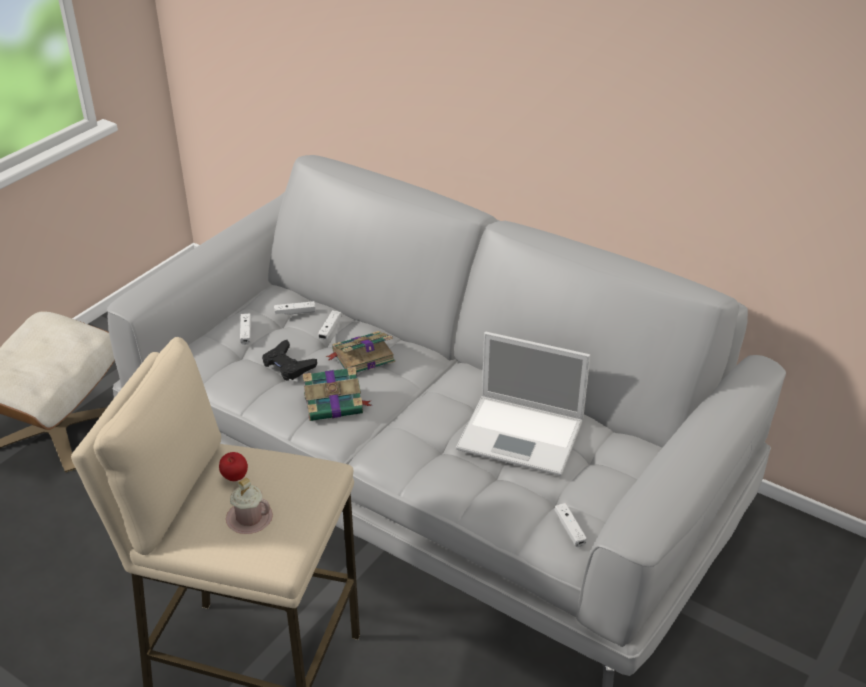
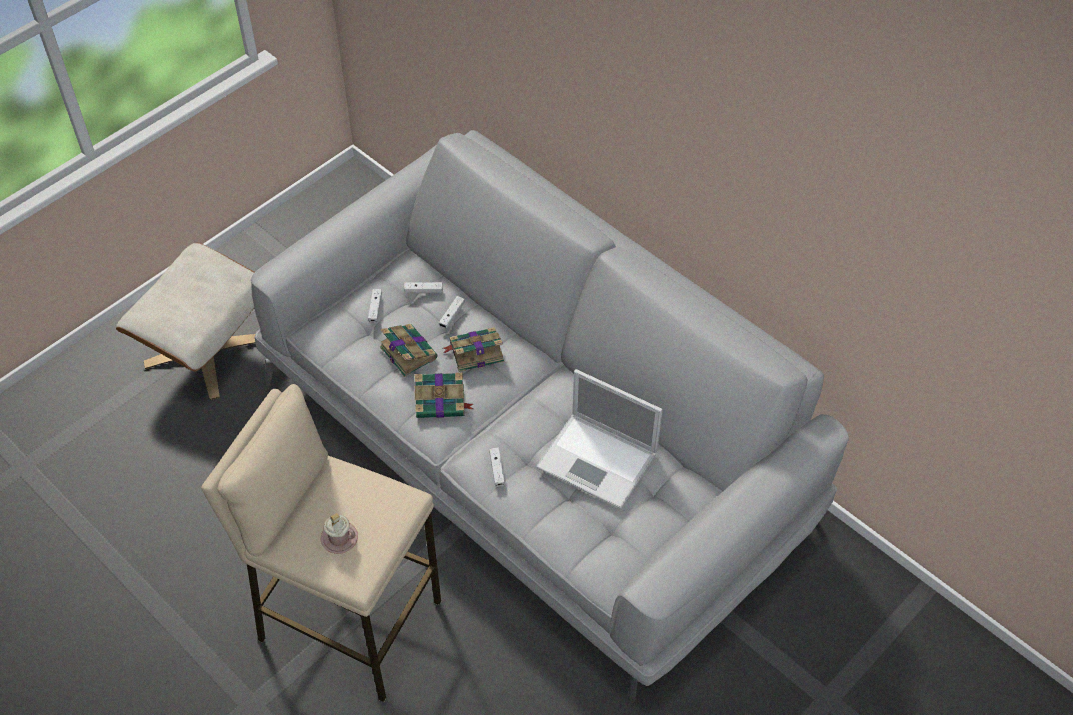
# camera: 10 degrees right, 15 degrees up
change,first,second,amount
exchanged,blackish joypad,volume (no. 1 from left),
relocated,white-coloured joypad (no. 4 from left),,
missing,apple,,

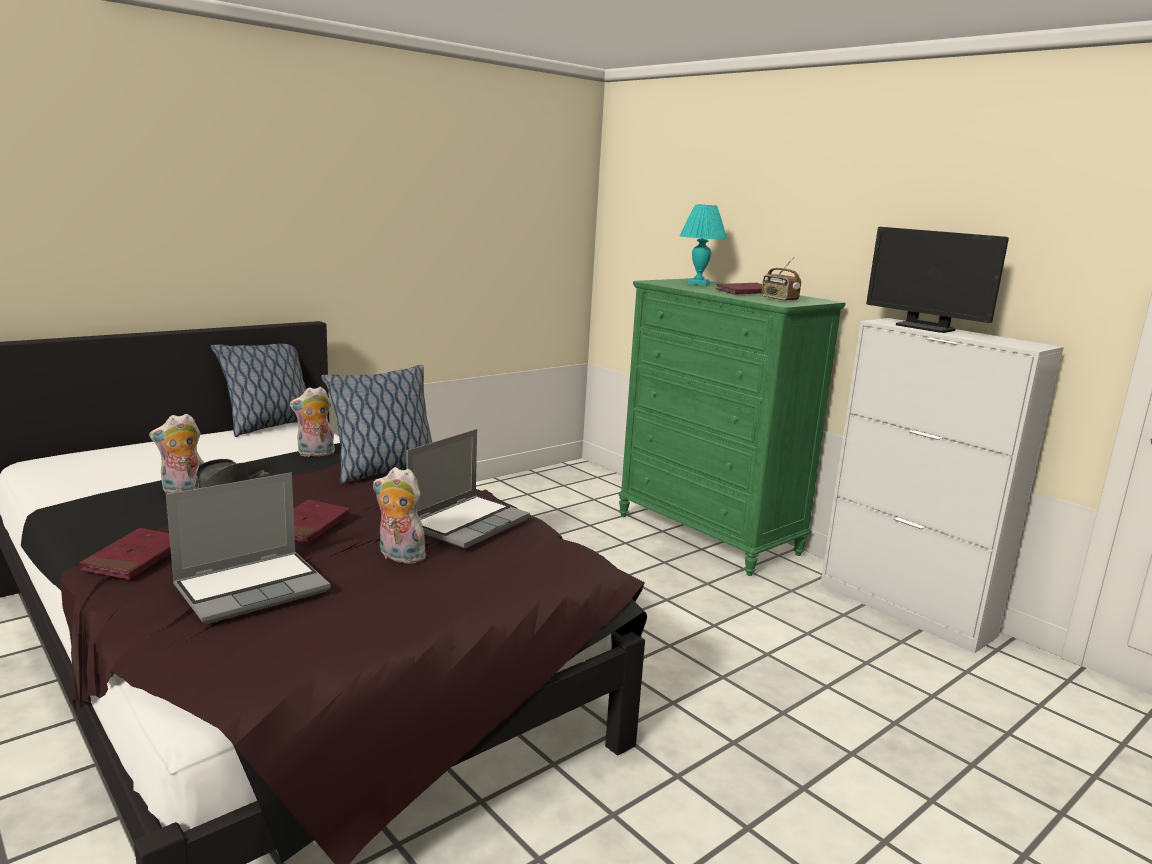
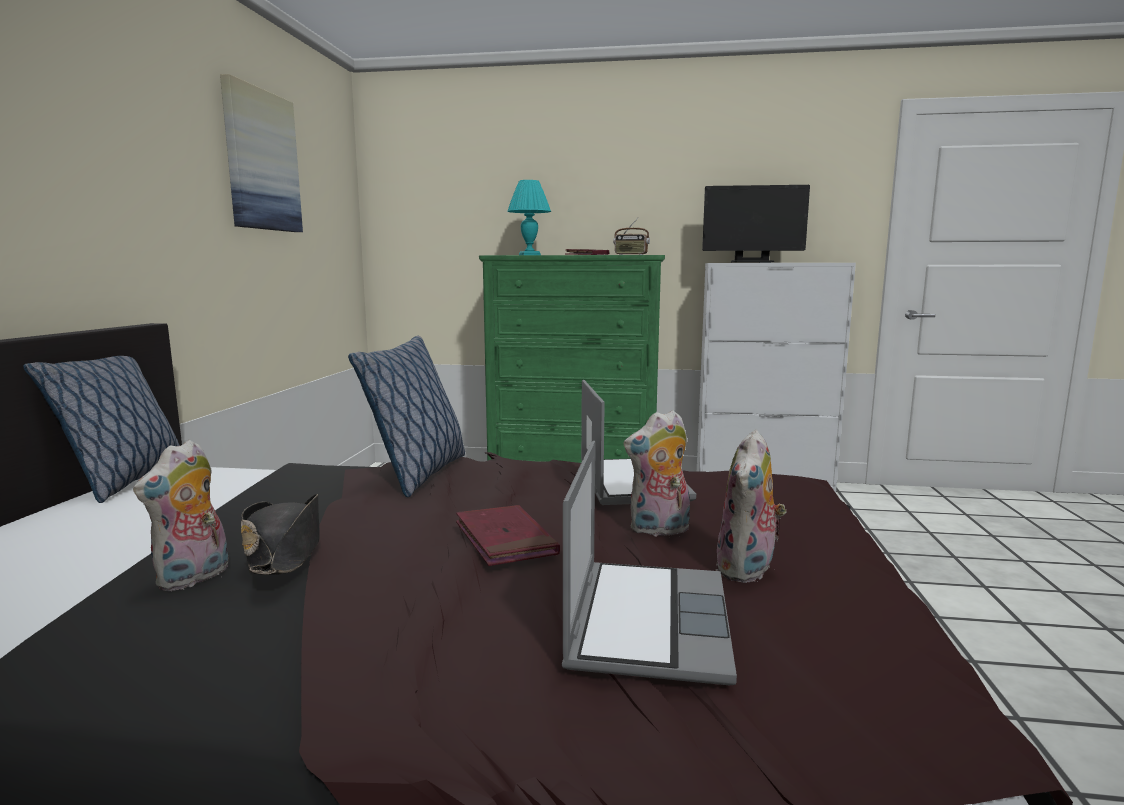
# camera: 40 degrees left, 5 degrees down
change,first,second,amount
appeared,,wall art,
relocated,cuddly toy (no. 2 from left in the first image),cuddly toy (no. 3 from left),
missing,red-coloured volume (no. 1 from left),,

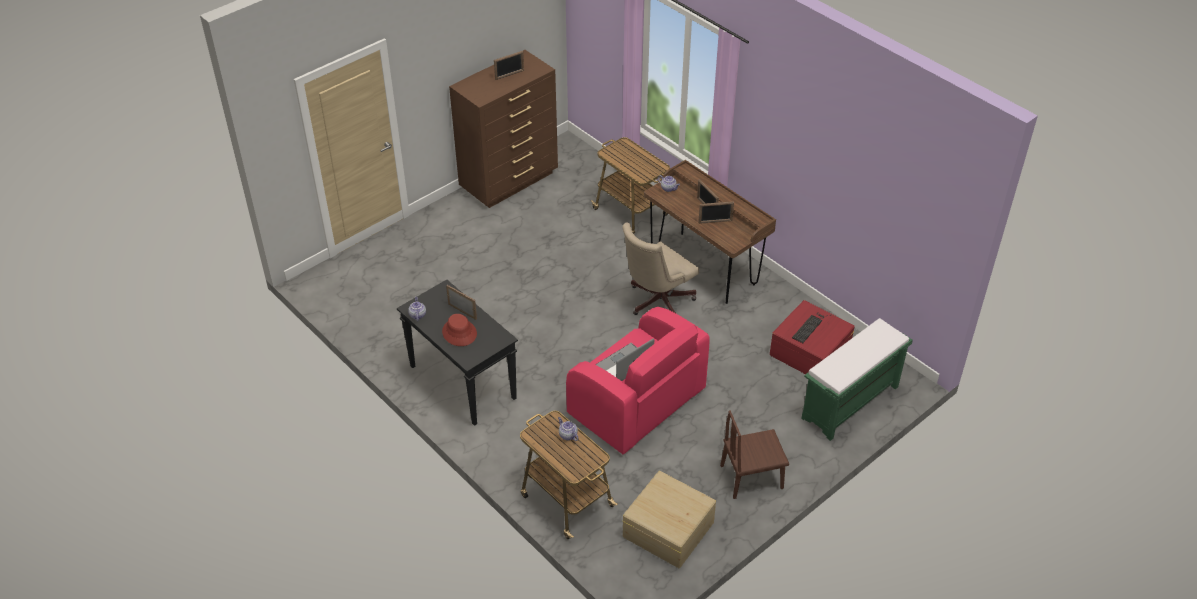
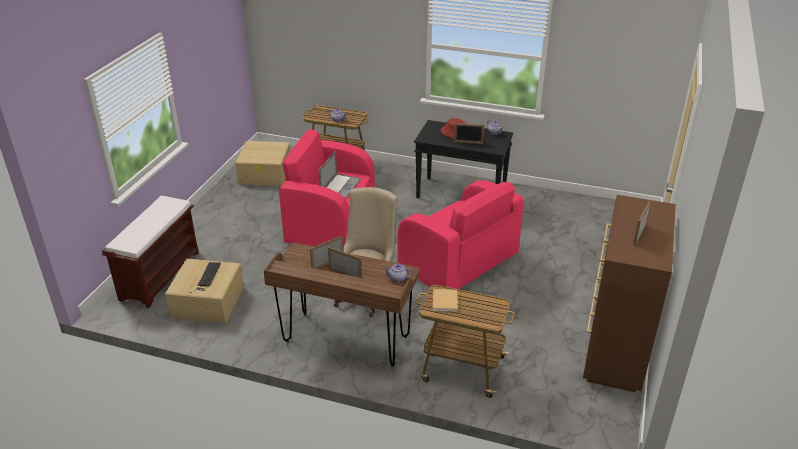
# camera: 150 degrees right, 10 degrees down
change,first,second,amount
colour,greenish indoor bench,brown indoor bench,
colour,red-coloured storage box,sand-coloured storage box (no. 1 from left),
appeared,,pink-coloured armchair (no. 2 from left),
appeared,,sand-coloured volume,
missing,brown upright chair,,

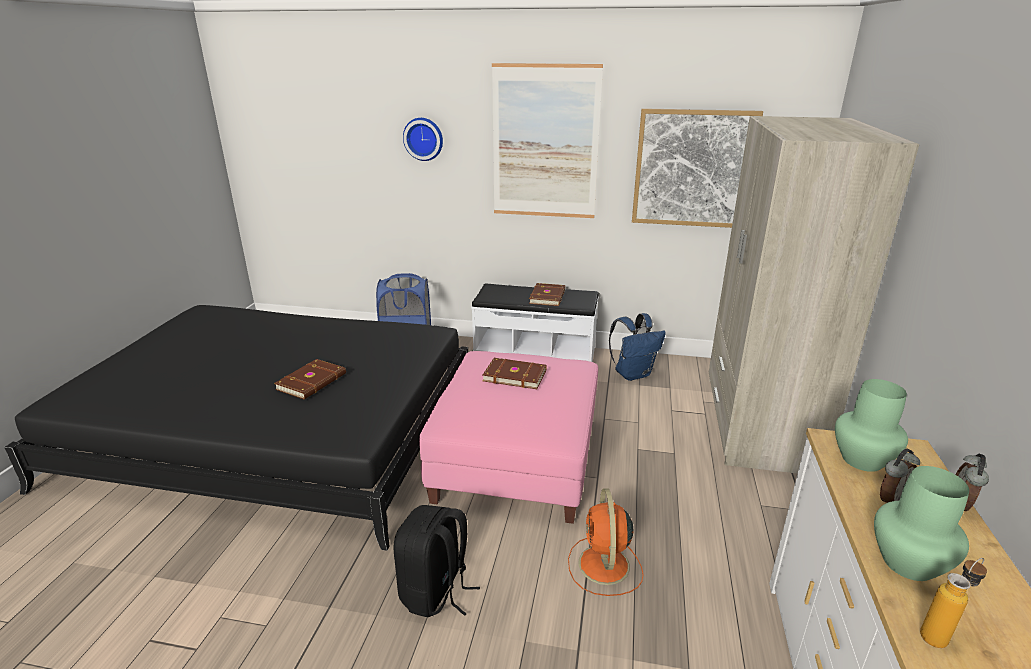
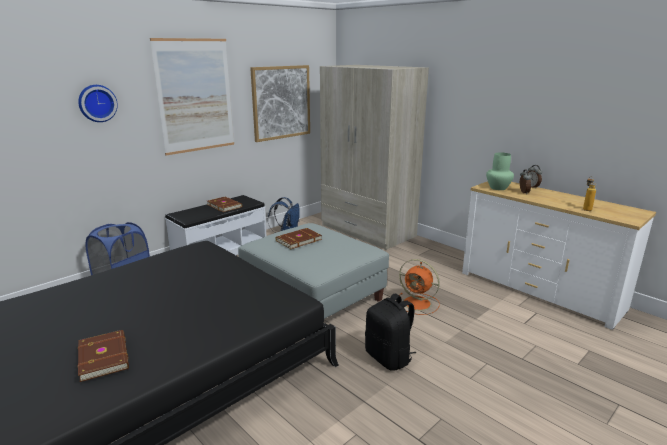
# camera: 55 degrees left, 5 degrees down
change,first,second,amount
relocated,brown volume (no. 1 from left),,
colour,pink-coloured pouffe,greyish pouffe,
missing,greenish flower vase (no. 2 from left),,

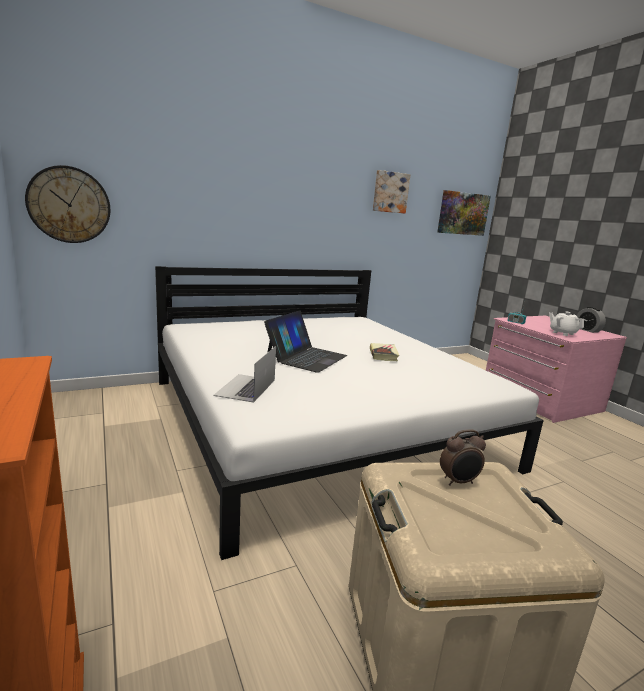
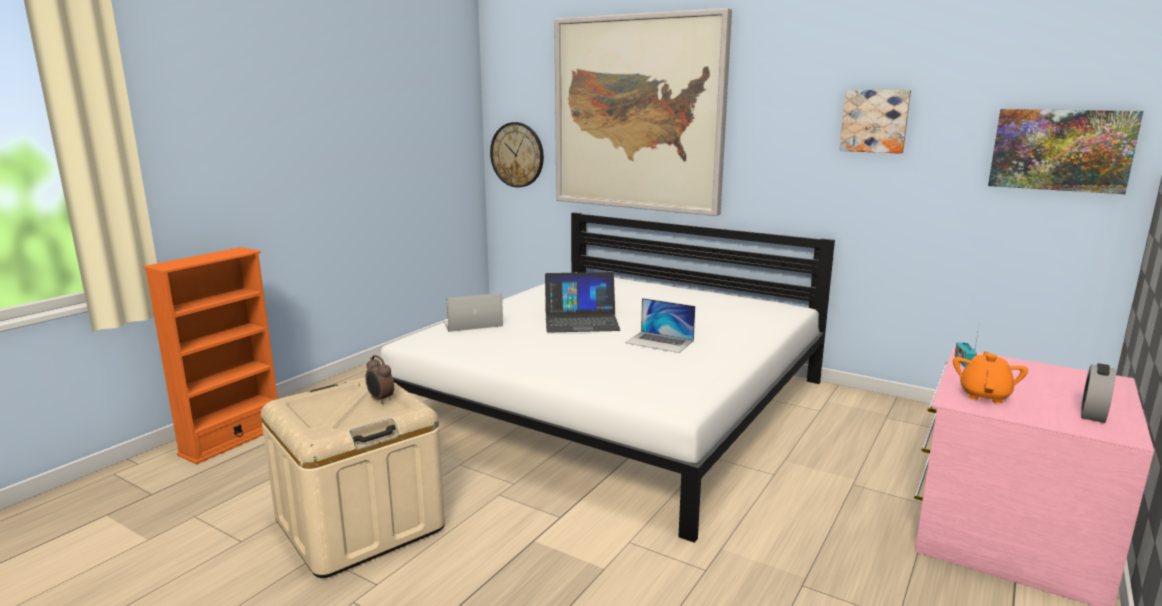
# camera: 60 degrees right, 0 degrees up
change,first,second,amount
appeared,,wall art (no. 1 from left),
exchanged,volume,laptop (no. 3 from left),
colour,white-coloured teapot,orange teapot,

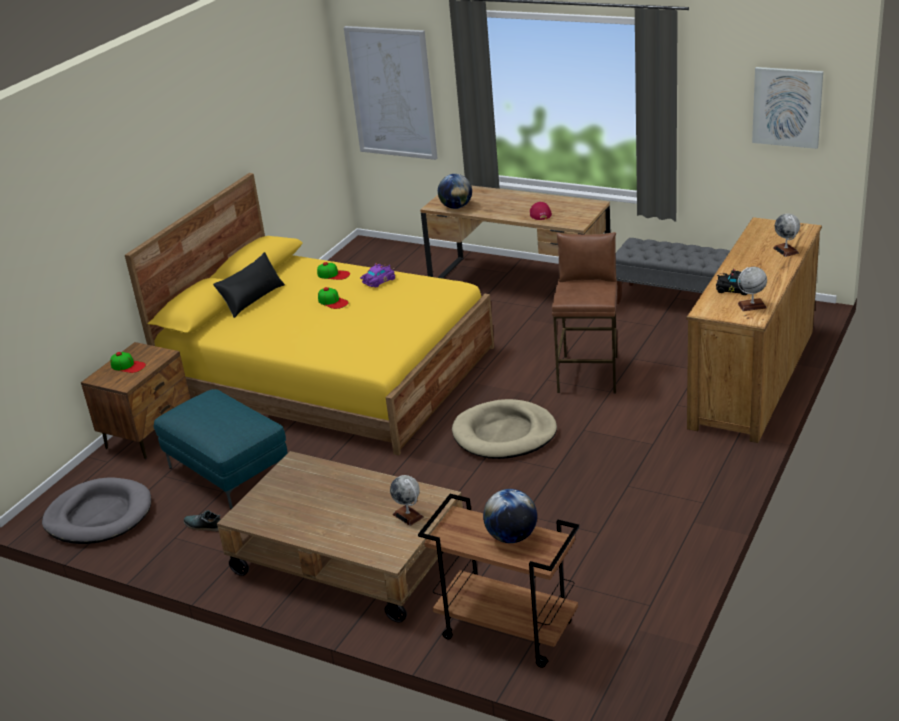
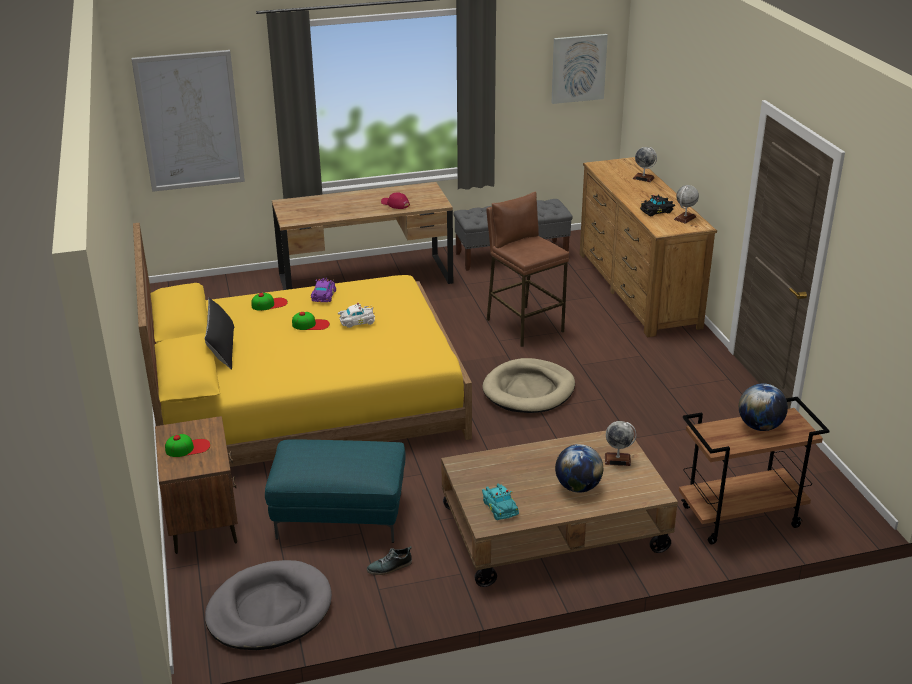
# camera: 45 degrees left, 0 degrees up
change,first,second,amount
appeared,,white-coloured model car,
appeared,,turquoise model car,
relocated,world globe (no. 2 from left in the first image),world globe (no. 1 from left),

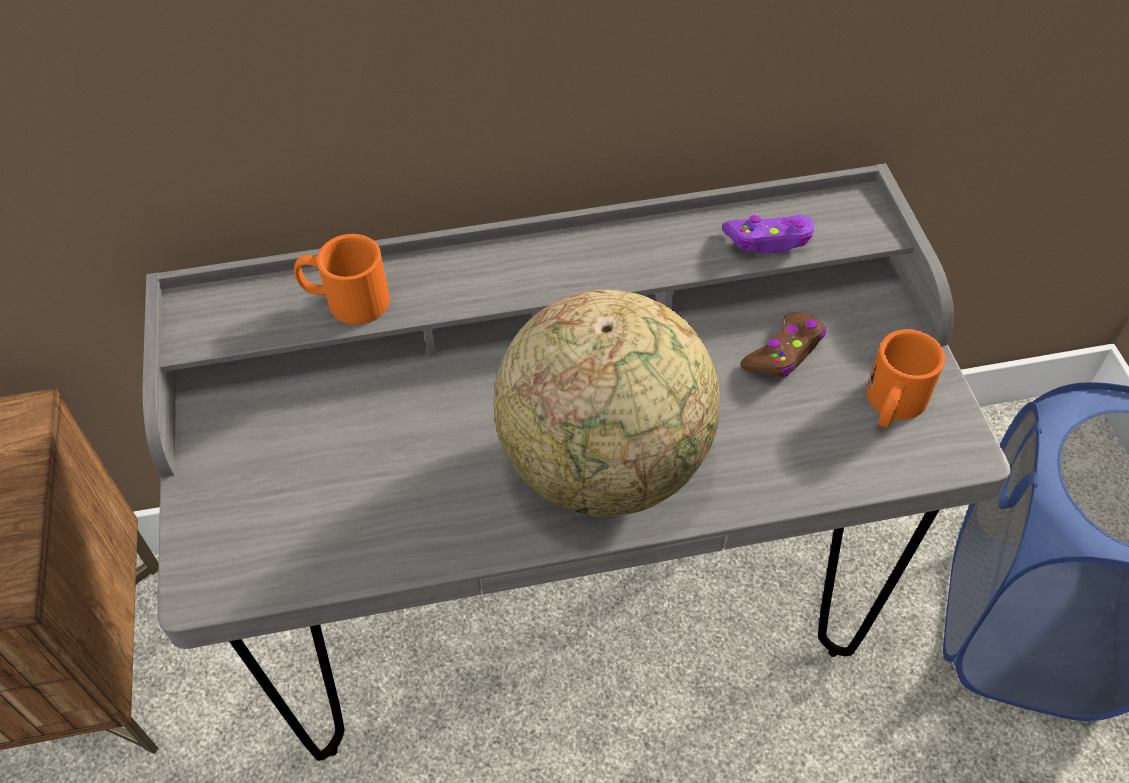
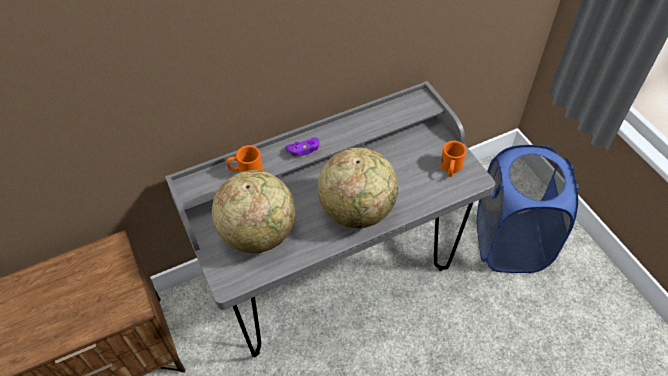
# camera: 15 degrees left, 0 degrees up
change,first,second,amount
appeared,,world globe (no. 1 from left),
relocated,purple-coloured joypad,,
missing,brown joypad,,

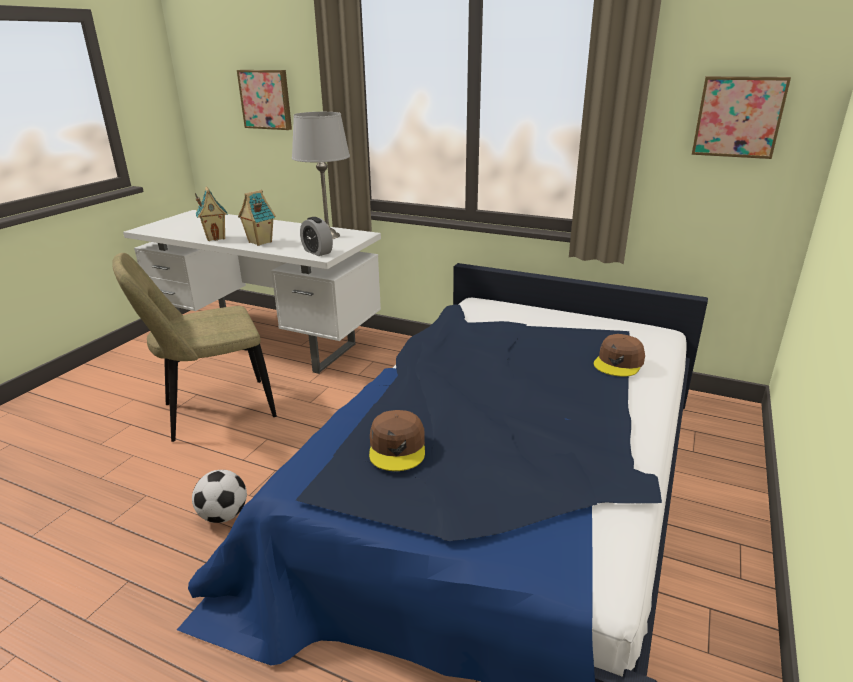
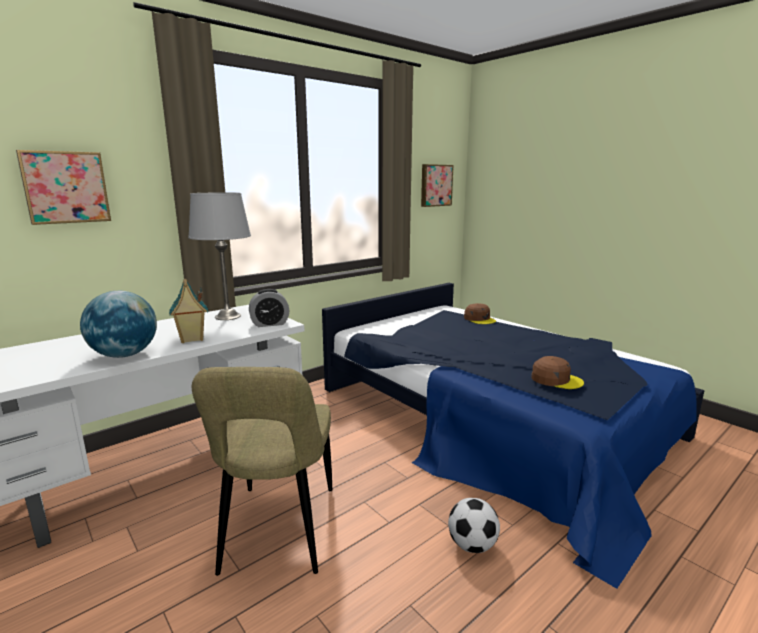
# camera: 65 degrees left, 10 degrees down
change,first,second,amount
exchanged,miniature house (no. 1 from left),world globe,

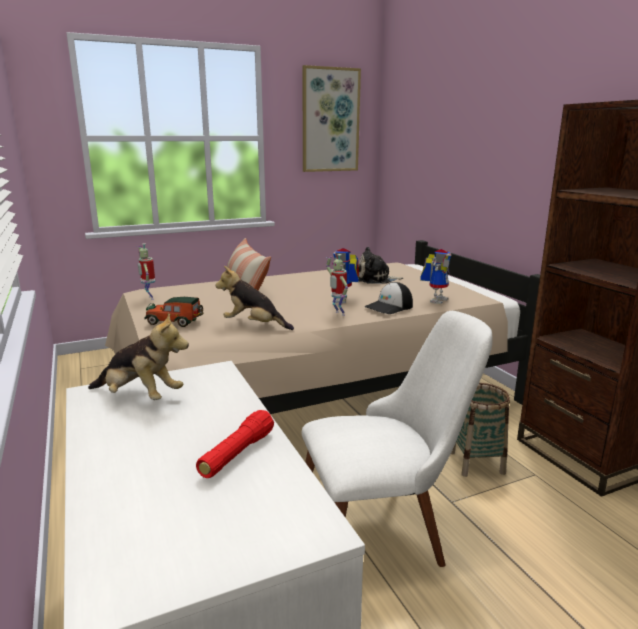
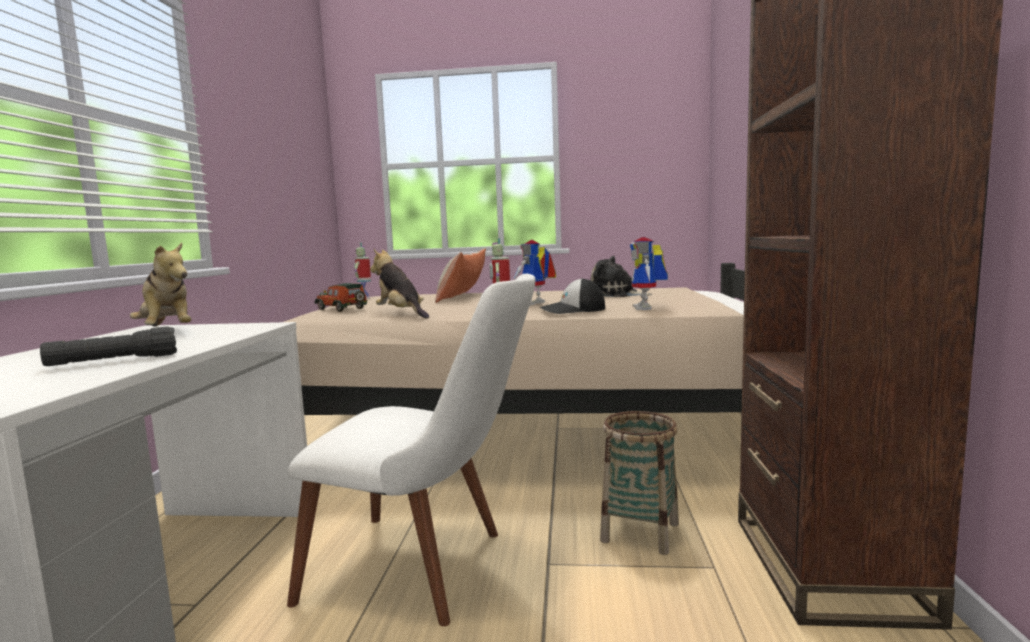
# camera: 30 degrees right, 10 degrees down
change,first,second,amount
colour,red-coloured hand torch,blackish hand torch,
spun,model robot (no. 4 from left),,120 degrees clockwise
missing,wall art,,

